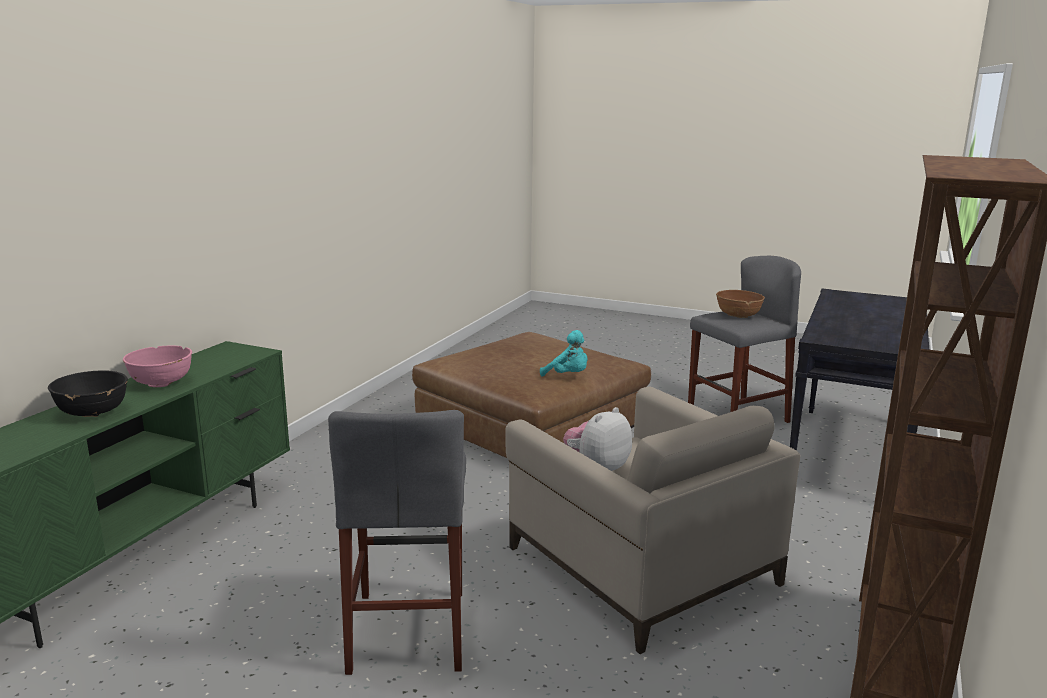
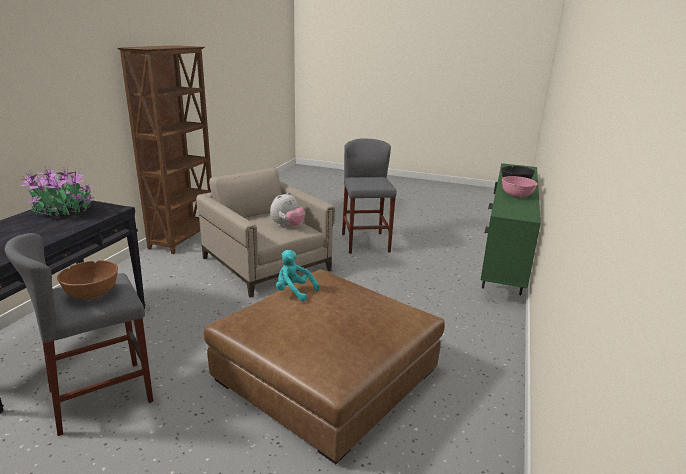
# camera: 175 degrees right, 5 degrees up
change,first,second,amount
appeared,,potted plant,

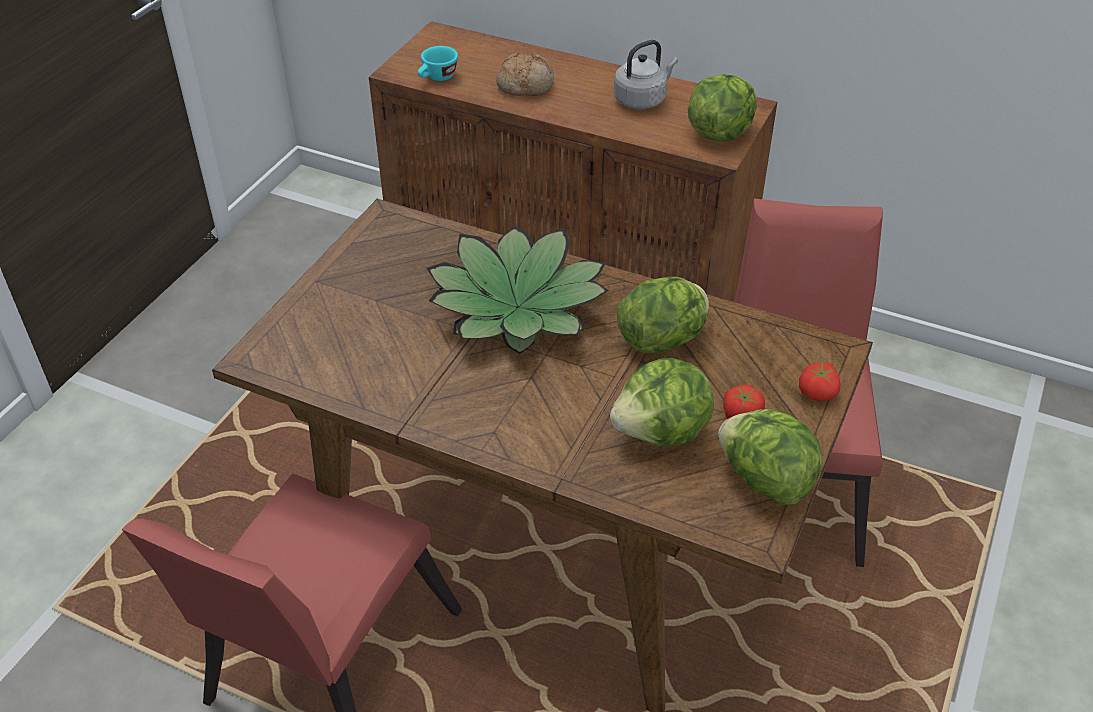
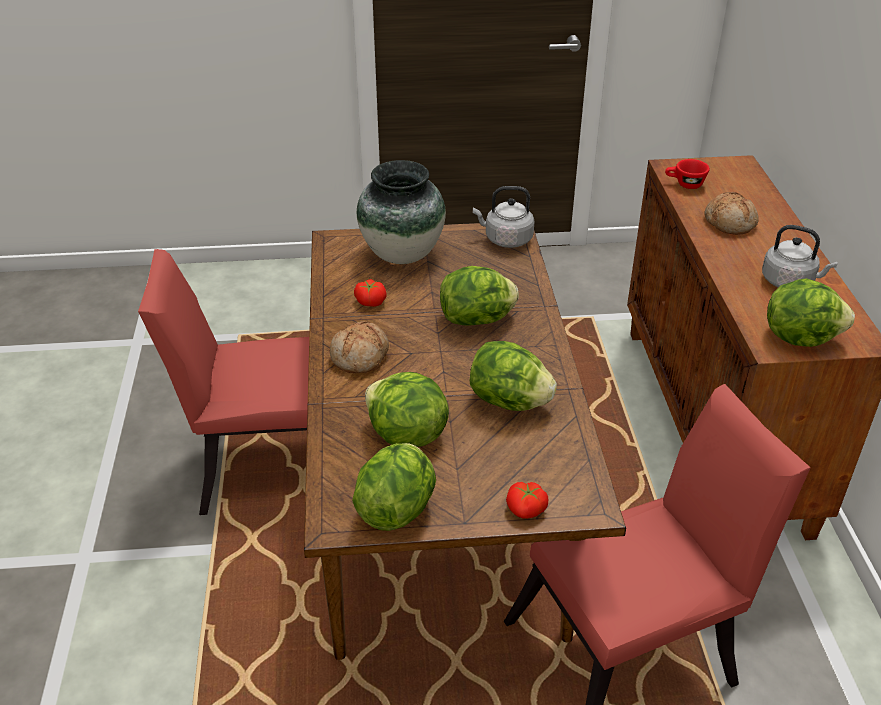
# camera: 60 degrees right, 5 degrees down
change,first,second,amount
appeared,,bakery bread (no. 1 from left),
relocated,whole tomato (no. 1 from left),,
appeared,,flower vase,
exchanged,potted plant,head of lettuce (no. 3 from left),
appeared,,greyish tea kettle (no. 1 from left),
colour,turquoise cup,red-coloured cup,

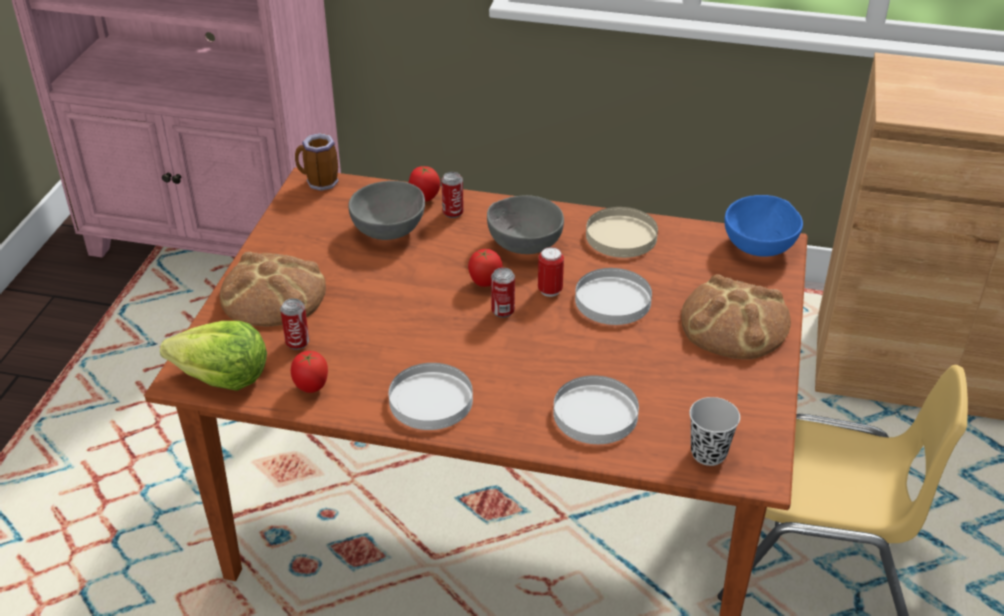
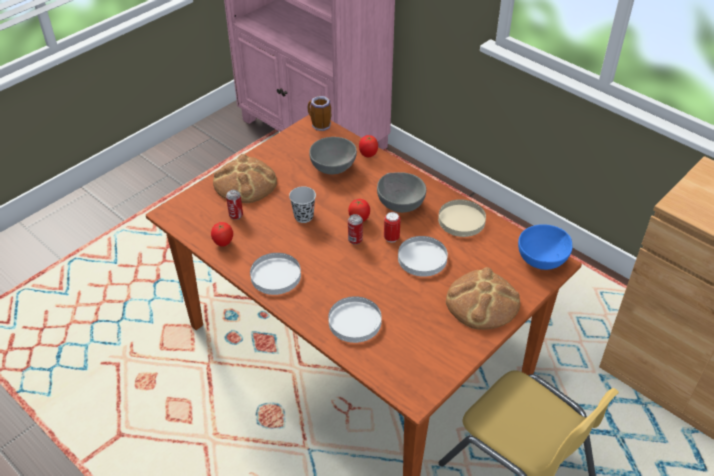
# camera: 30 degrees right, 5 degrees up
change,first,second,amount
relocated,blackish cup,,
missing,head of lettuce,,
missing,sealed can (no. 2 from left),,

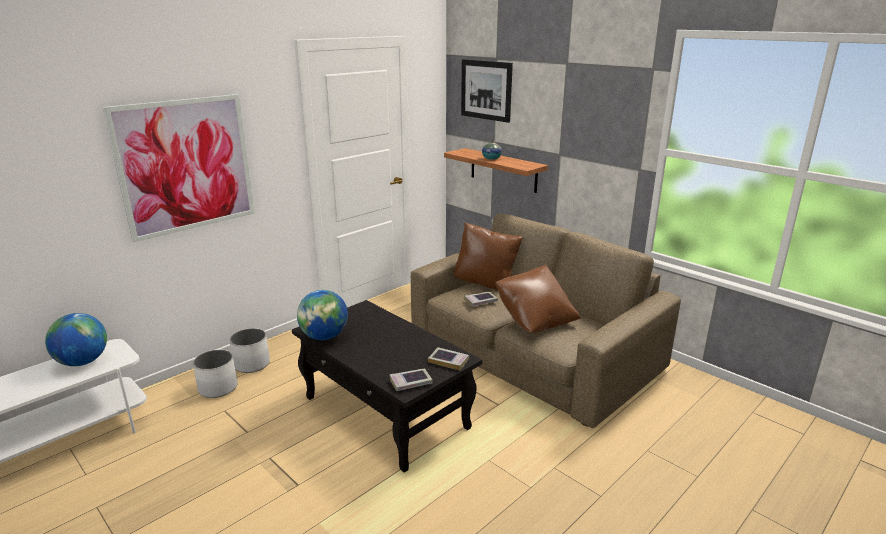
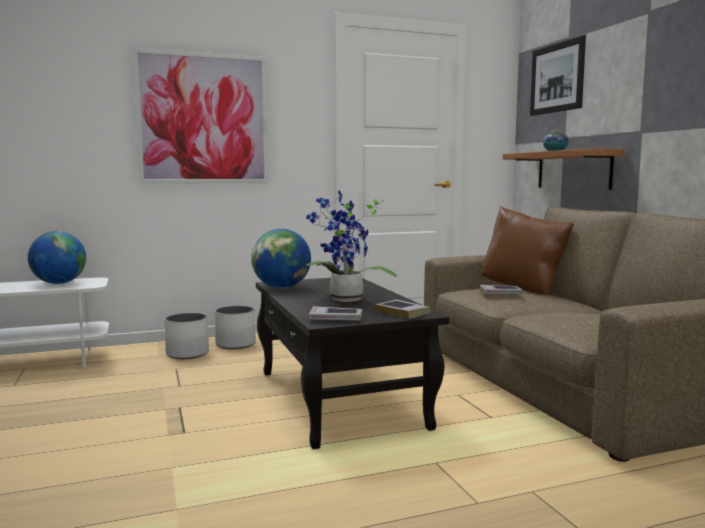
# camera: 25 degrees right, 15 degrees down
change,first,second,amount
appeared,,potted plant,
missing,brown cushion (no. 2 from left),,

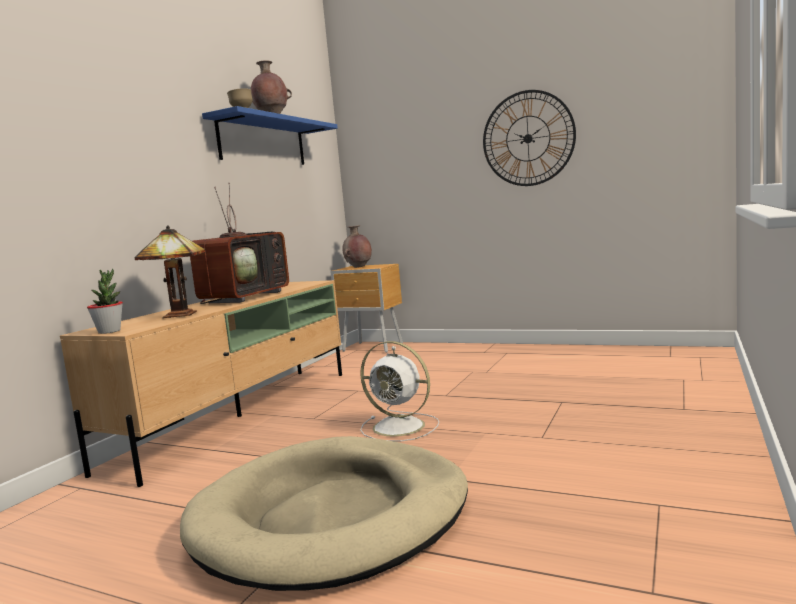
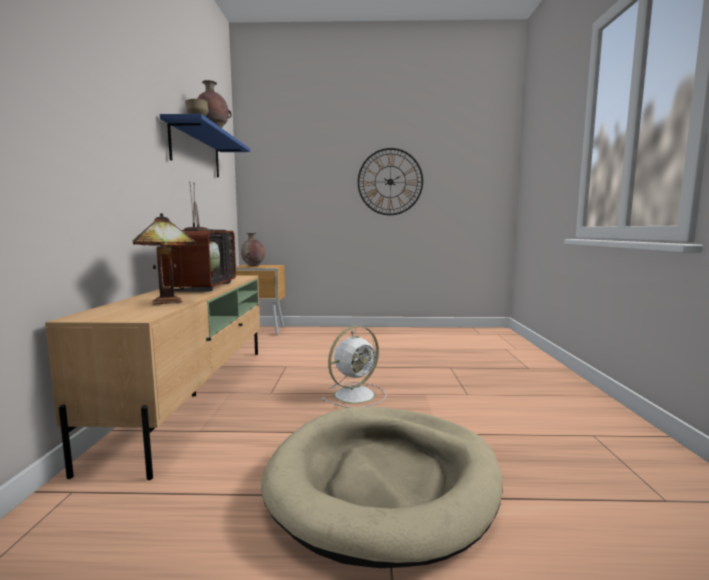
# camera: 25 degrees left, 0 degrees up
change,first,second,amount
spun,white-coloured fan,,45 degrees counterclockwise
missing,potted plant,,

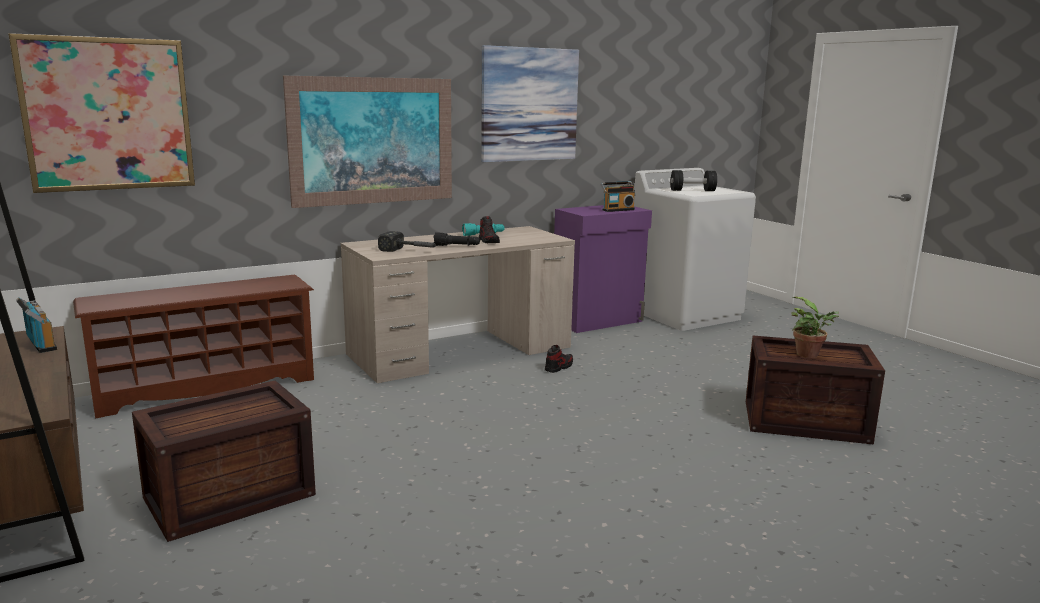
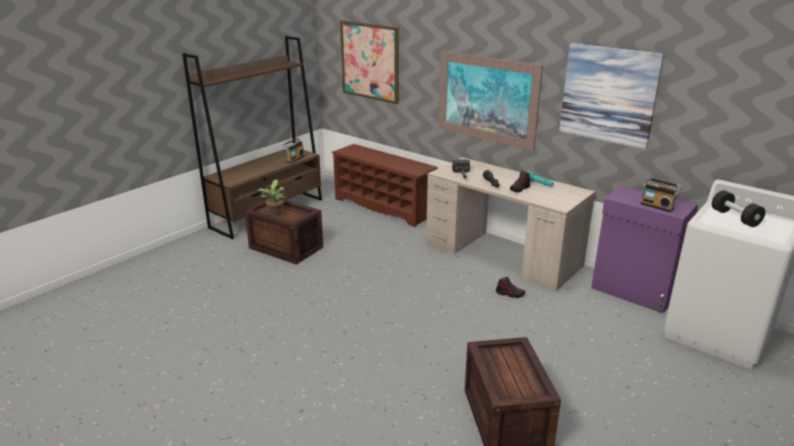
# camera: 70 degrees right, 10 degrees up
change,first,second,amount
relocated,potted plant,,

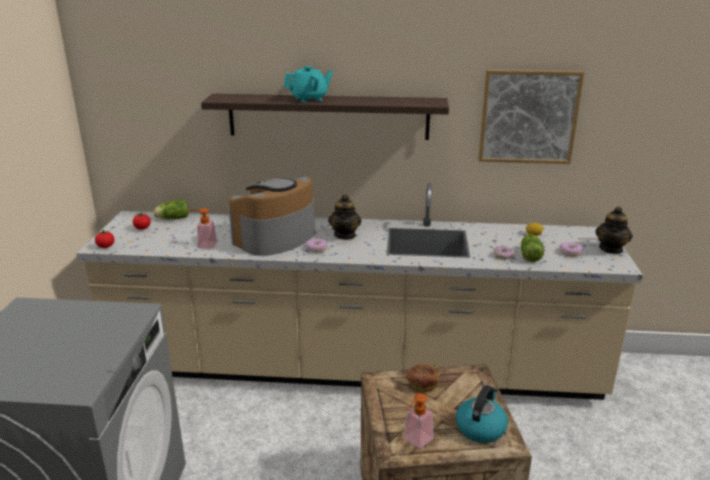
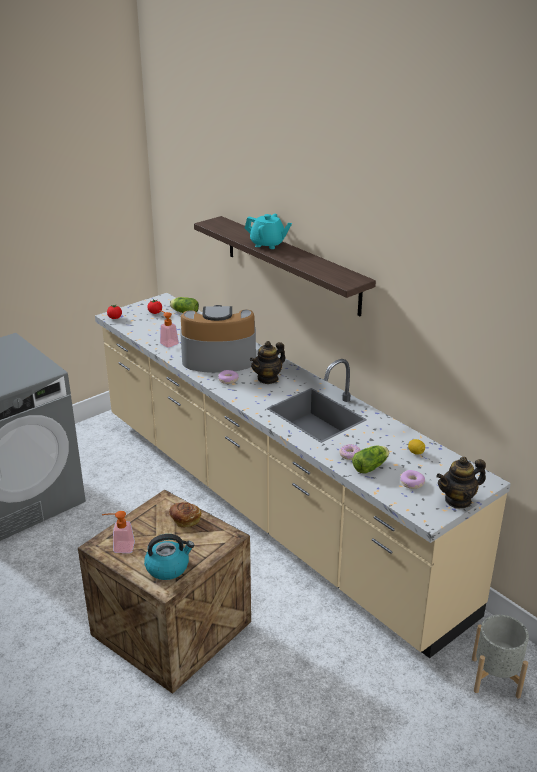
# camera: 45 degrees right, 5 degrees up
change,first,second,amount
appeared,,greyish planter,
missing,wall art,,

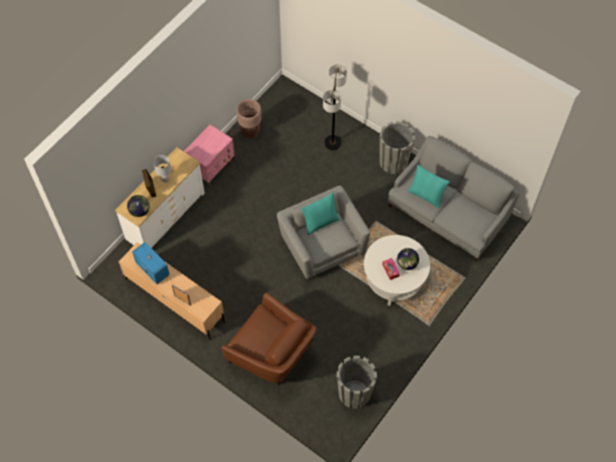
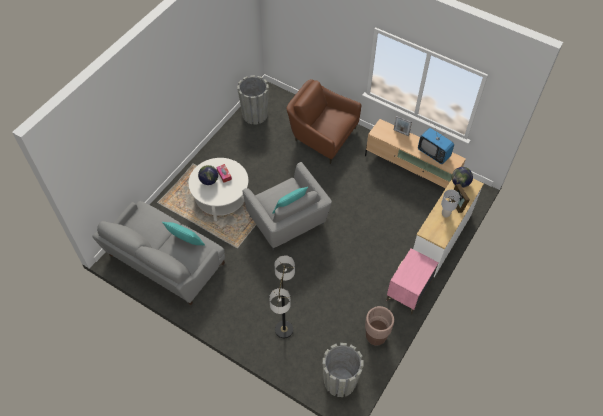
# camera: 175 degrees right, 5 degrees down
change,first,second,amount
relocated,greyish planter (no. 2 from left),,

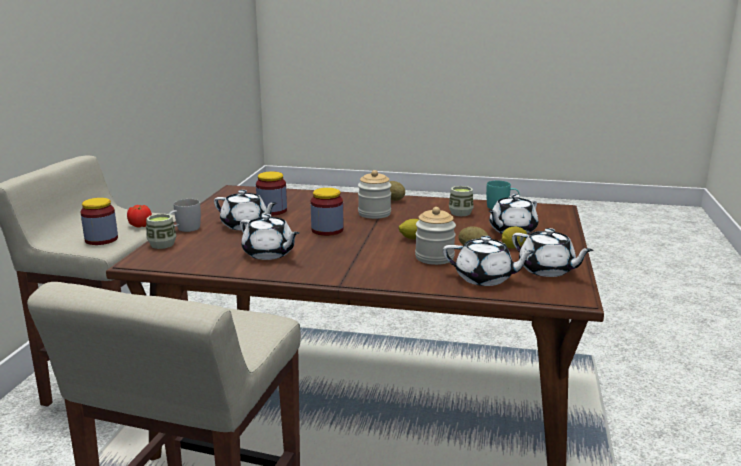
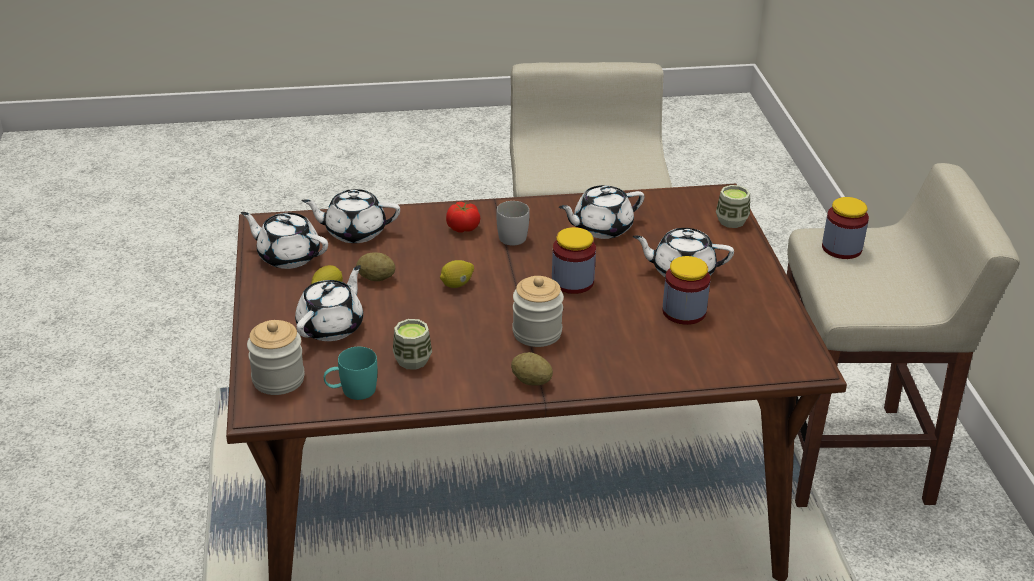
# camera: 160 degrees right, 15 degrees up
change,first,second,amount
relocated,jar (no. 5 from left in the first image),jar (no. 1 from left),
relocated,whole tomato,,
relocated,white-coloured mug,,
spun,white-coloured teapot (no. 2 from left in the first image),white-coloured teapot (no. 4 from left),45 degrees counterclockwise

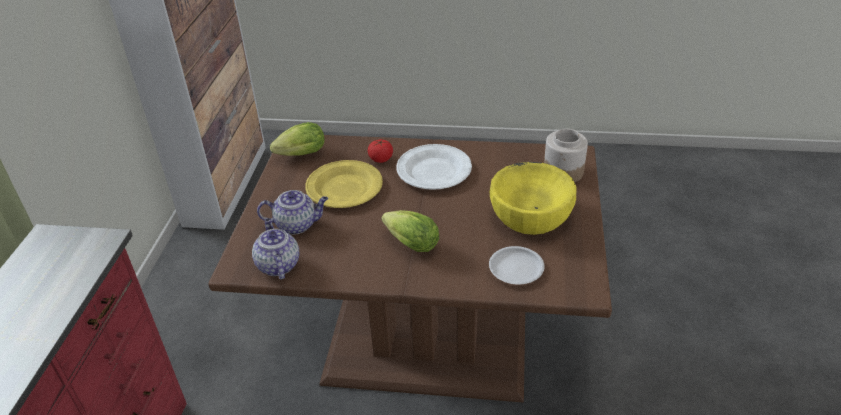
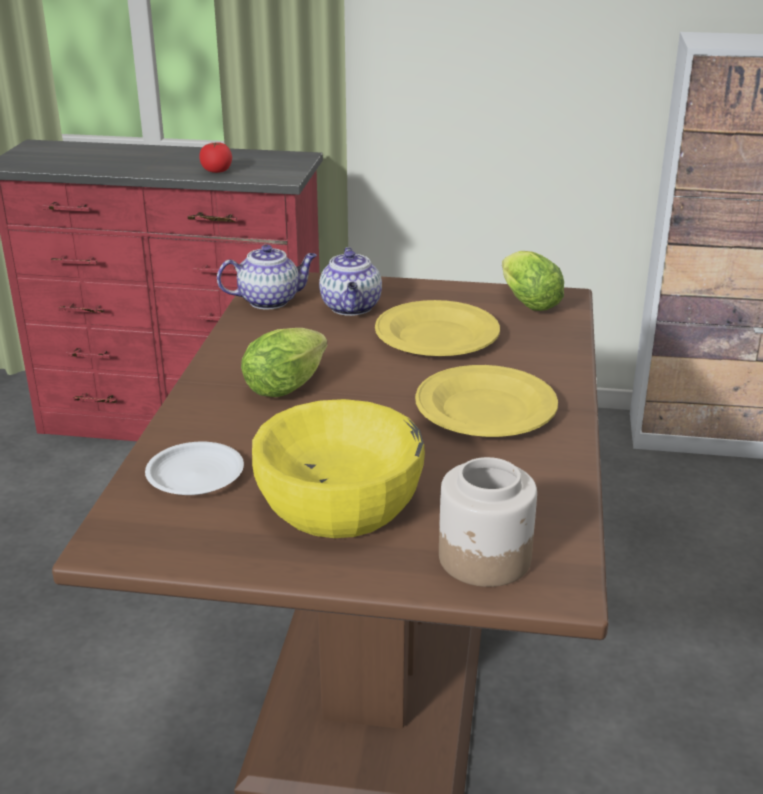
# camera: 90 degrees right, 10 degrees down
change,first,second,amount
relocated,whole tomato,,
colour,white-coloured dinner plate (no. 1 from left),yellow-coloured dinner plate (no. 2 from left),

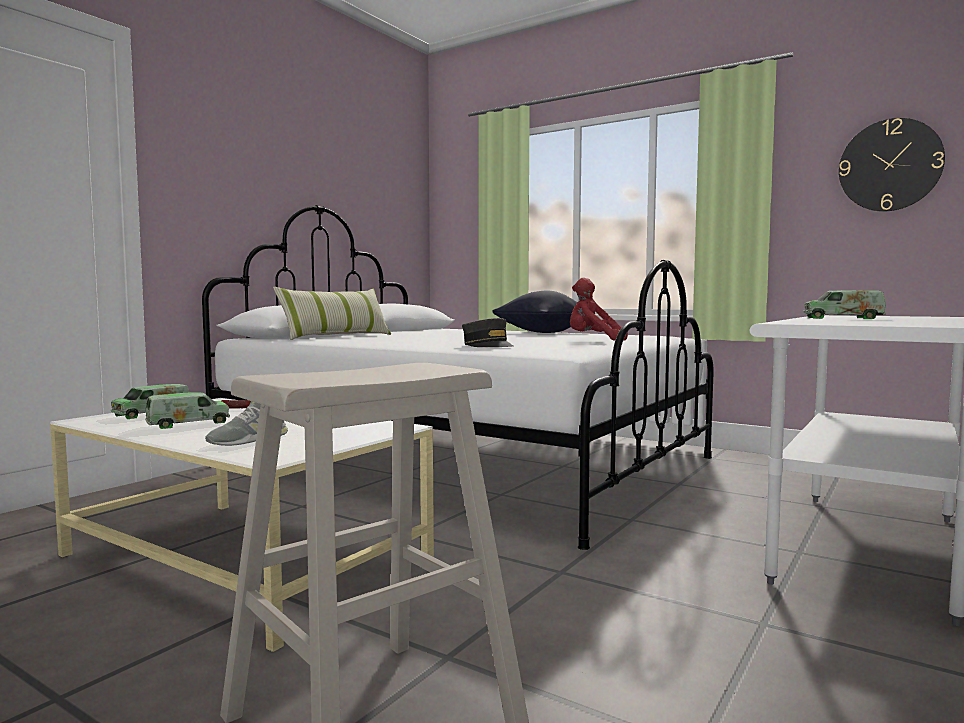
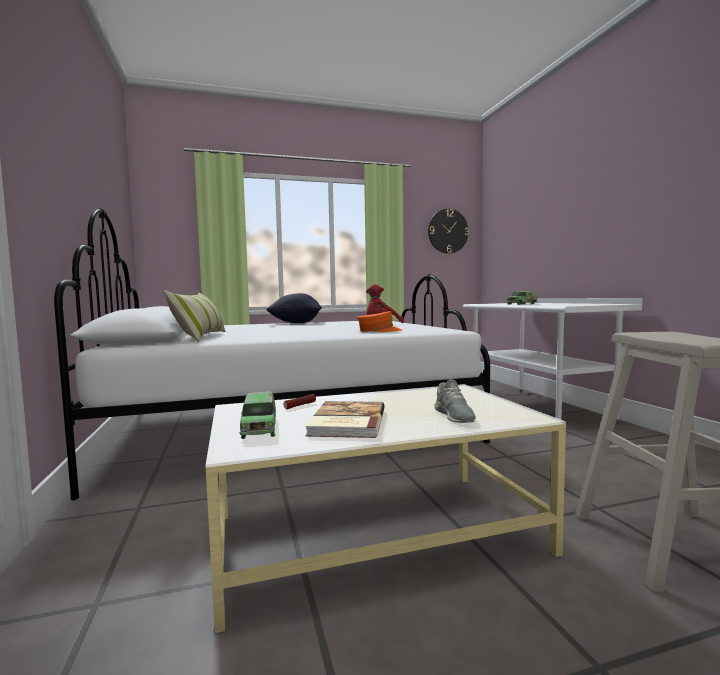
# camera: 50 degrees left, 0 degrees up
change,first,second,amount
exchanged,toy lorry (no. 2 from left),volume,
colour,greyish cap,orange cap,

